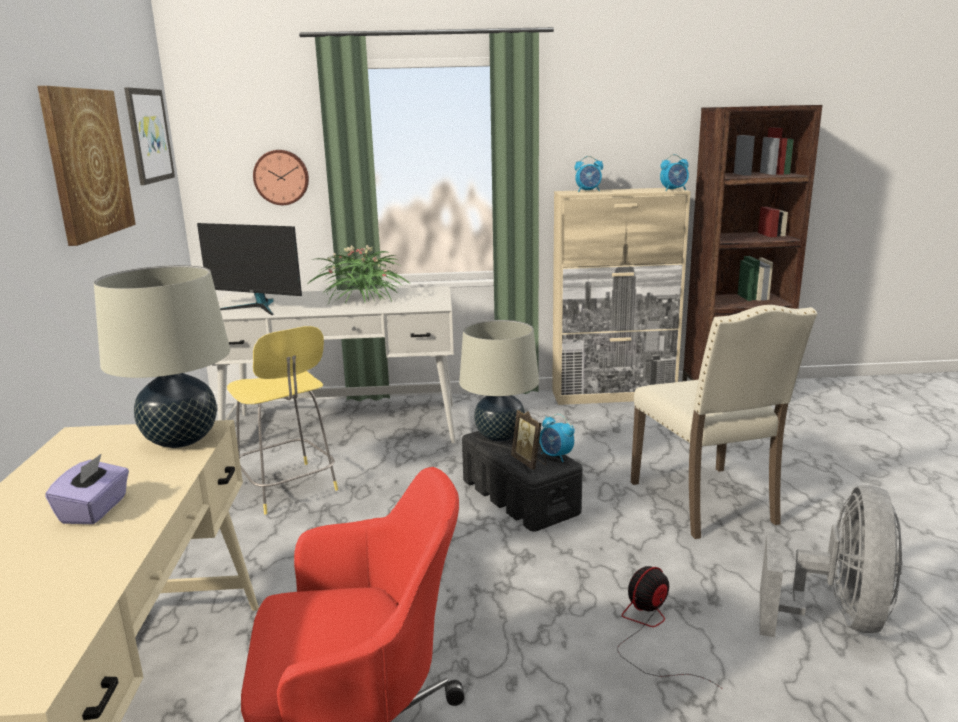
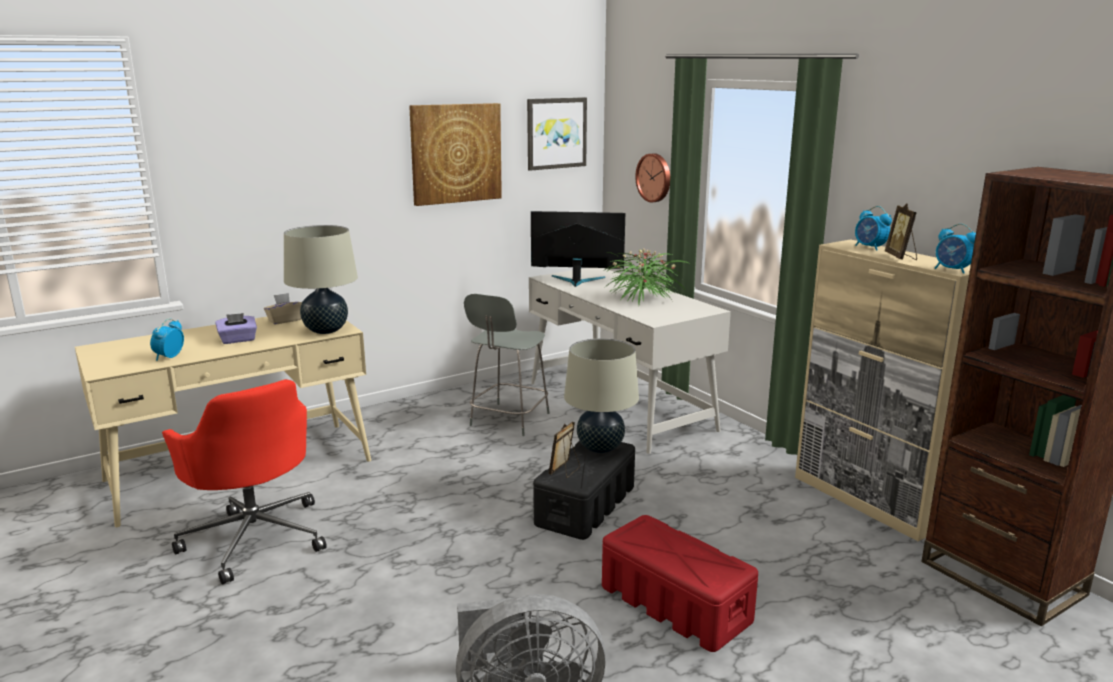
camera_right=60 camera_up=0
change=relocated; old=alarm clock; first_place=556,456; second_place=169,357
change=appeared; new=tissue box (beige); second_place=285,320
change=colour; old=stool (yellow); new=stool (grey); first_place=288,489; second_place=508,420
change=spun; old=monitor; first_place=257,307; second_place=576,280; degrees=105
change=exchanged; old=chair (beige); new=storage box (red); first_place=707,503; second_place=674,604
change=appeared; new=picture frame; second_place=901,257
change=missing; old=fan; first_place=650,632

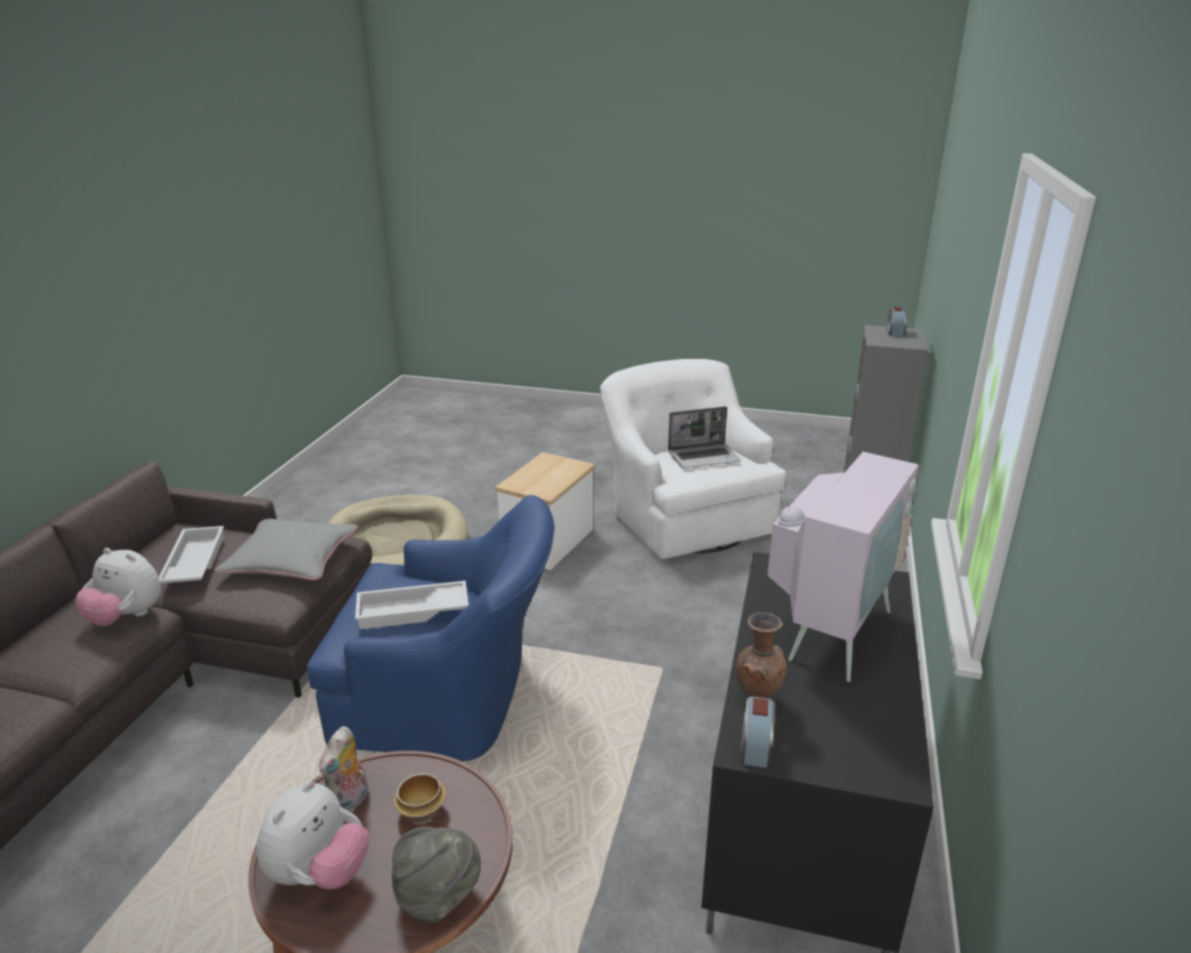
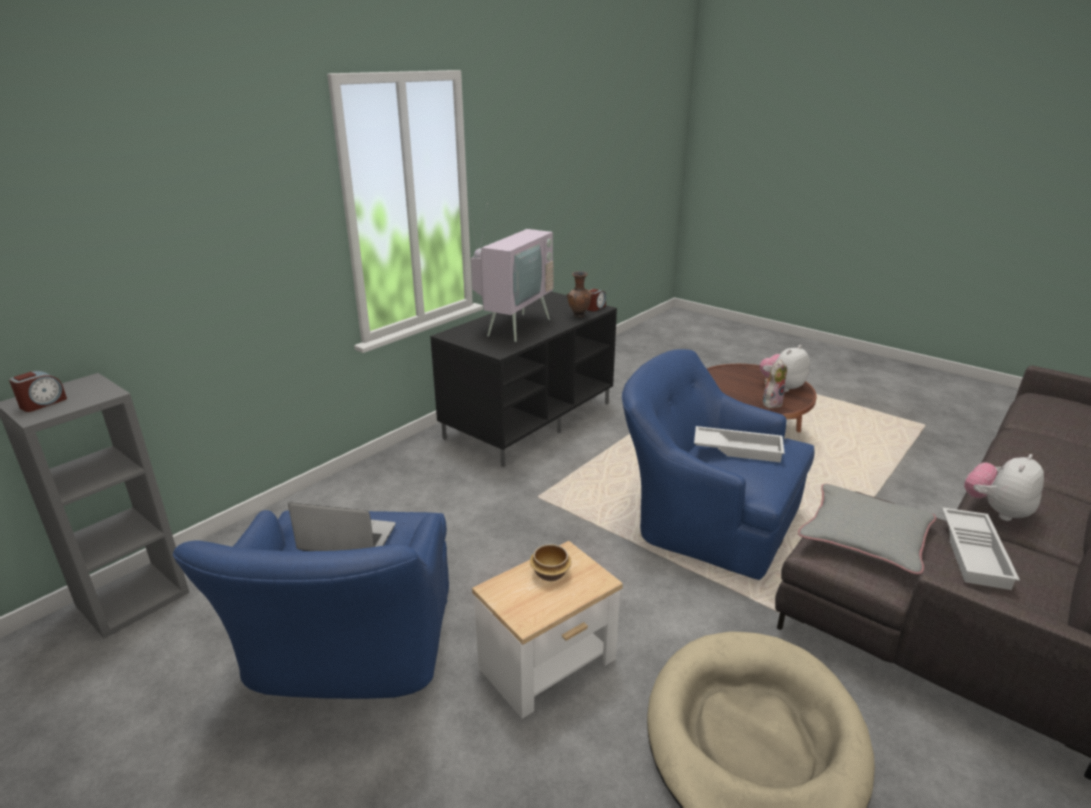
camera_right=-155 camera_up=0
change=colour; old=armchair (white); new=armchair (blue); first_place=685,517; second_place=348,652
change=spun; old=television; first_place=829,630; second_place=513,326; degrees=150
change=relocated; old=bowl; first_place=421,812; second_place=550,573
change=spun; old=plush toy; first_place=127,617; second_place=996,511; degrees=-90
change=missing; old=hat (grey); first_place=438,896

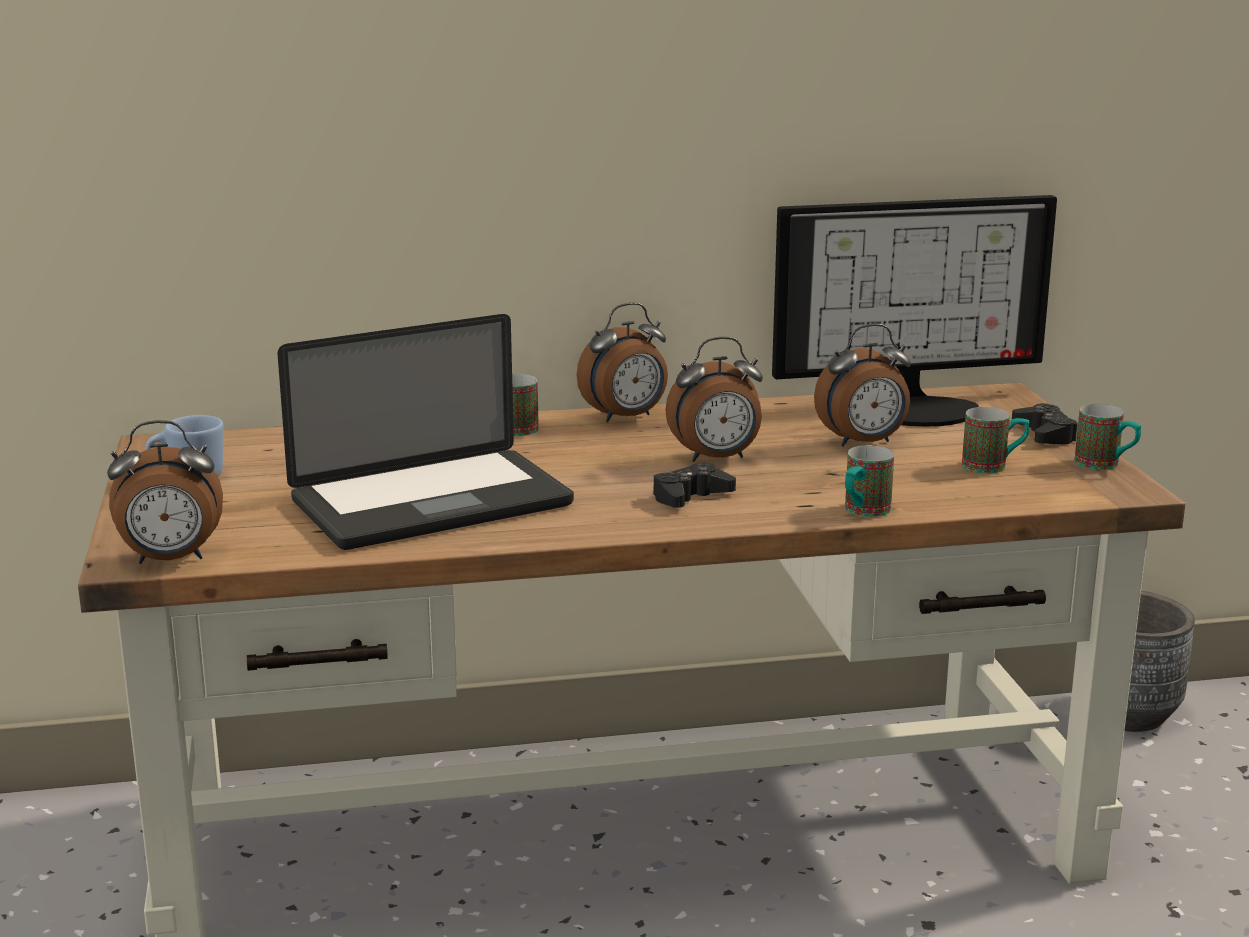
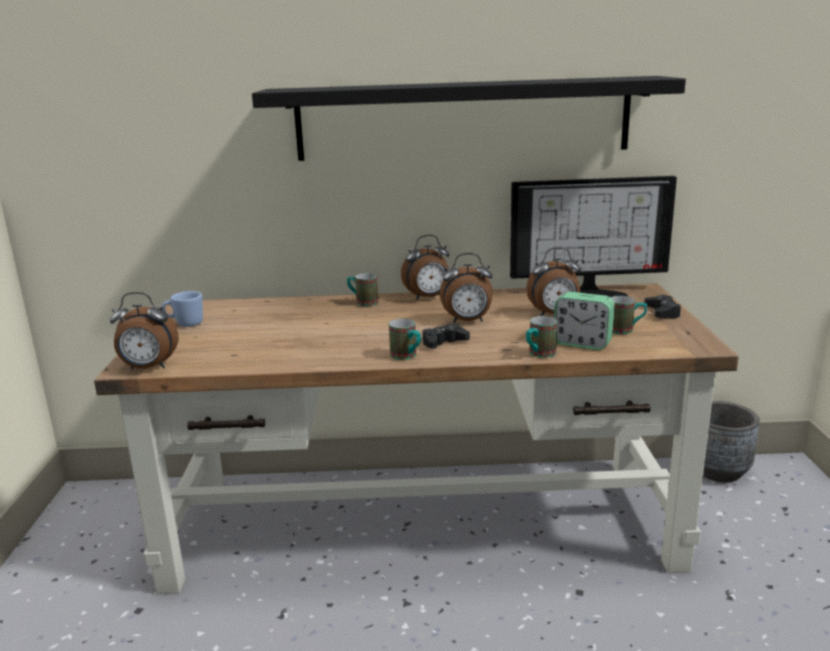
camera_right=10 camera_up=0
change=appeared; new=shelf (black); second_place=462,119
change=relocated; old=mug; first_place=1105,465; second_place=407,356
change=appeared; new=alarm clock; second_place=582,343
change=missing; old=laptop; first_place=431,503

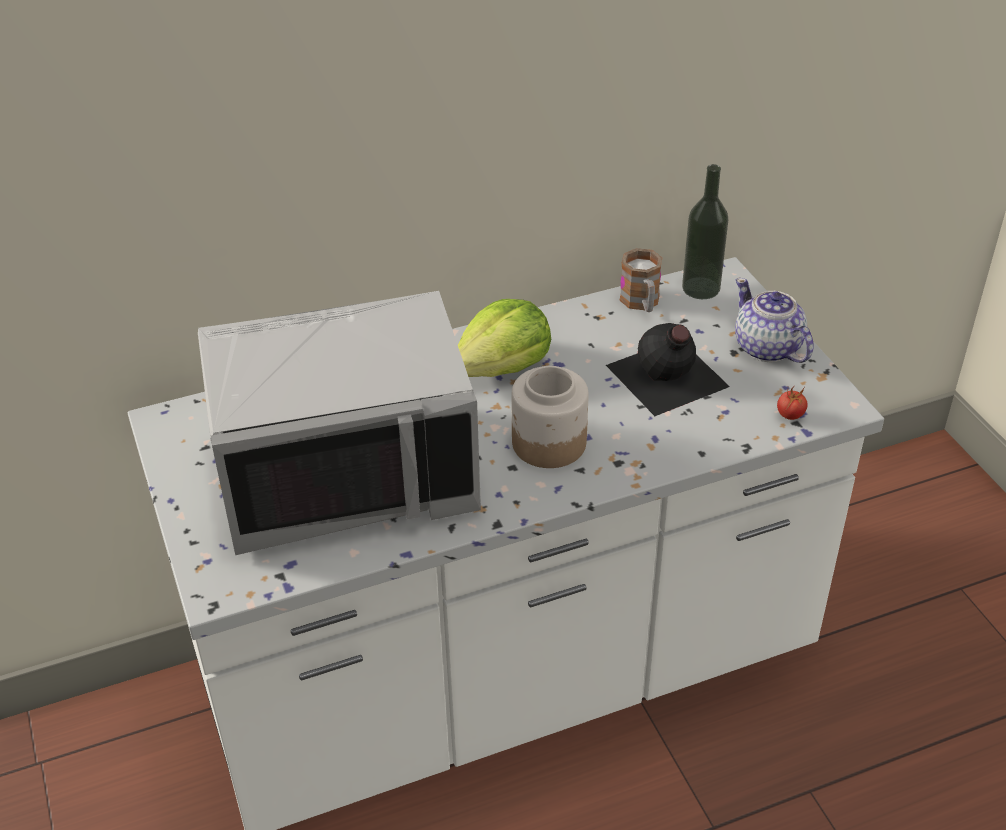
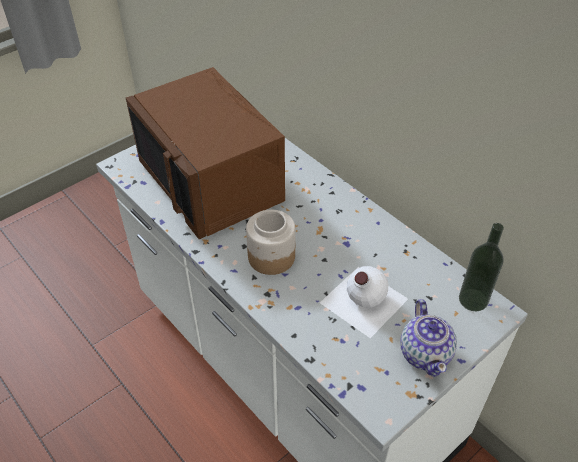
camera_right=70 camera_up=5
change=colour; old=microwave (grey); new=microwave (brown); first_place=347,474; second_place=213,182
change=colour; old=bottle (black); new=bottle (white); first_place=666,377; second_place=362,300
change=spun; old=teapot; first_place=767,348; second_place=425,353; degrees=135
change=missing; old=lettuce; first_place=503,366
change=missing; old=mug; first_place=641,303
change=missing; old=tomato; first_place=790,415

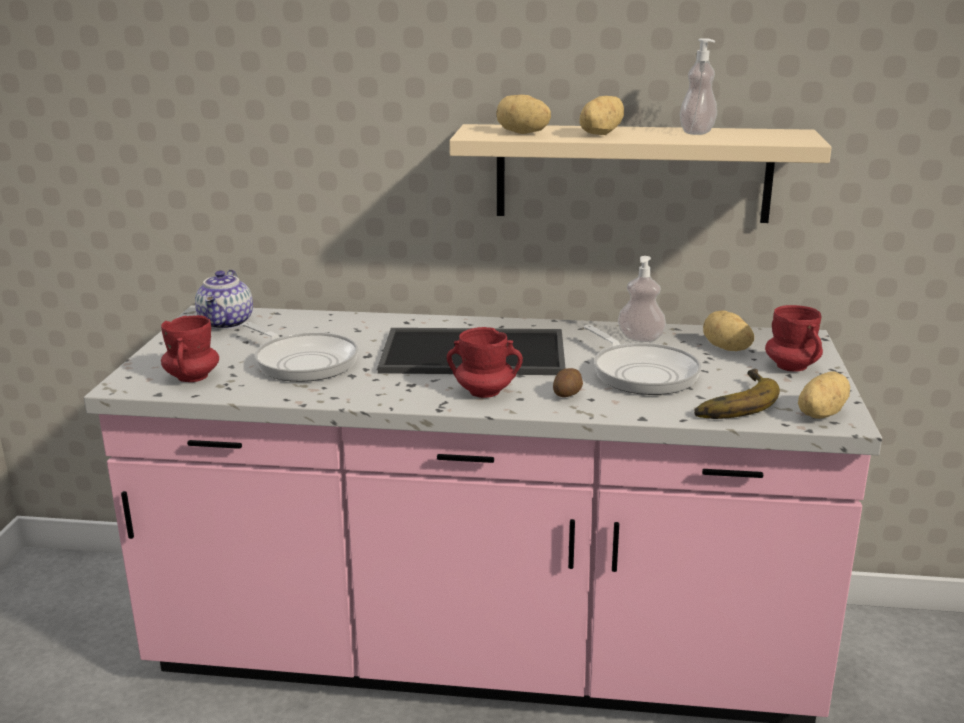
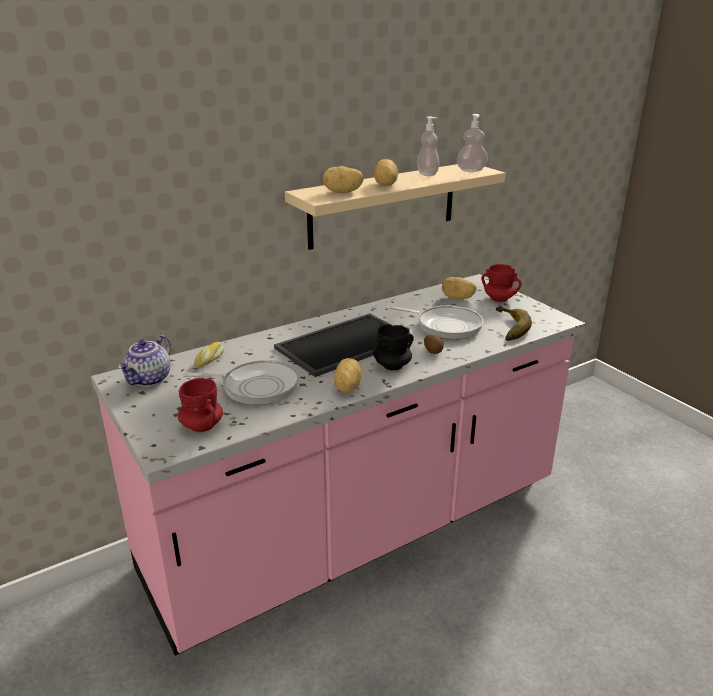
camera_right=-40 camera_up=5
change=spun; old=teapot; first_place=227,323; second_place=150,379; degrees=60
change=appeared; new=bread; second_place=210,359
change=relocated; old=potato; first_place=819,414; second_place=346,387
change=colour; old=mug (red); new=mug (black); first_place=484,392; second_place=392,365
change=relocated; old=soap dispenser; first_place=640,338; second_place=471,170

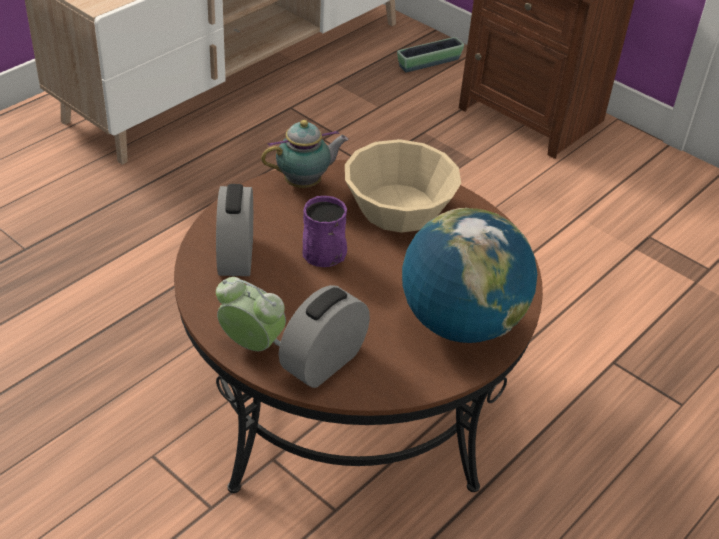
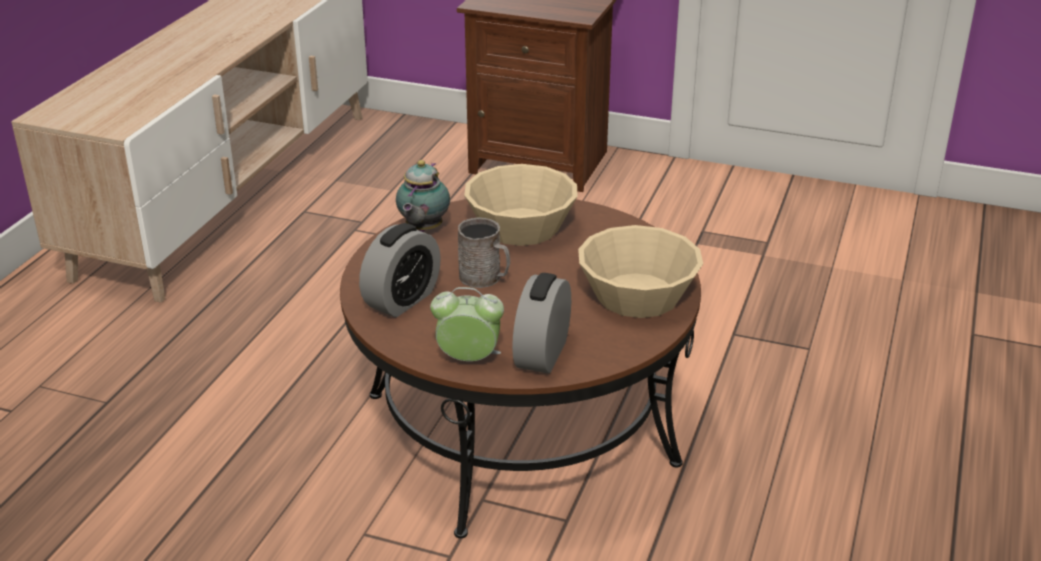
camera_right=-20 camera_up=-10
change=spun; old=alarm clock; first_place=236,257; second_place=402,300; degrees=-120
change=spun; old=teapot; first_place=305,183; second_place=422,229; degrees=150
change=colour; old=mug (purple); new=mug (grey); first_place=327,257; second_place=485,278
change=exchanged; old=globe; new=bowl (beige); first_place=460,323; second_place=637,294
change=missing; old=planter; first_place=429,63

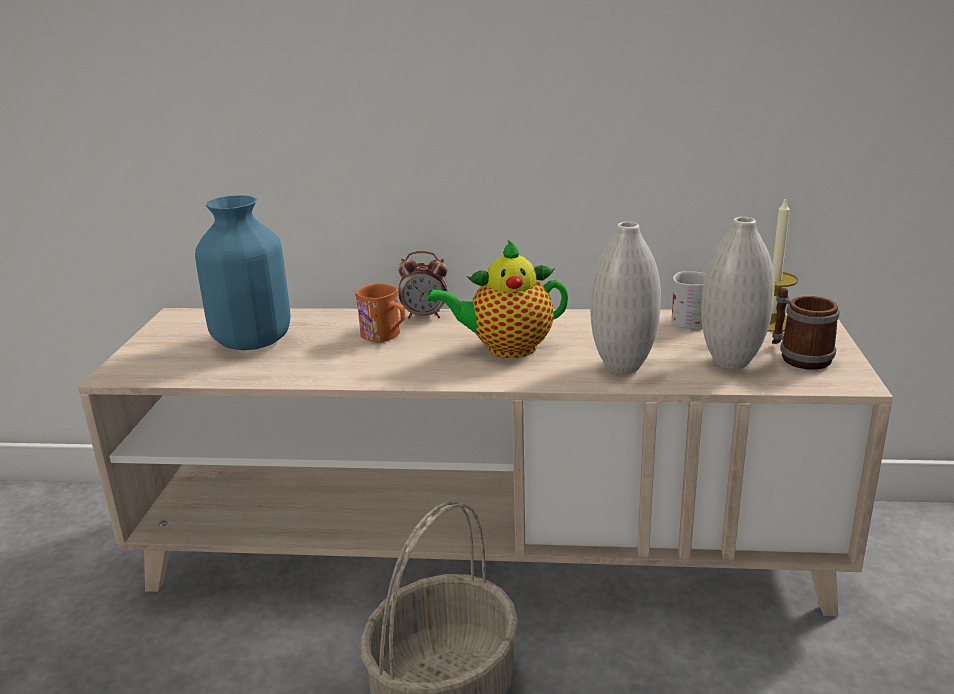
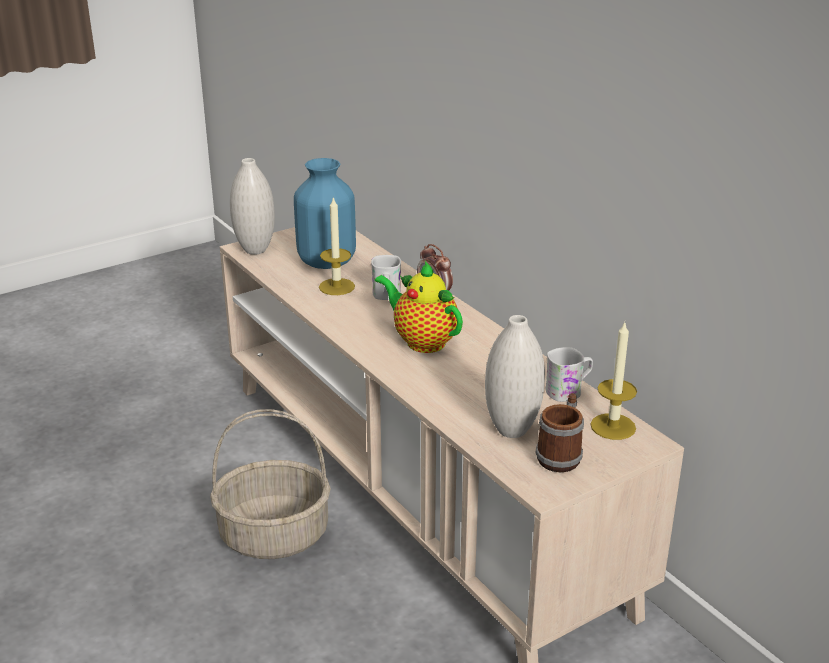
camera_right=50 camera_up=5
change=relocated; old=vase (white); first_place=622,367; second_place=255,250
change=appeared; new=candle; second_place=336,287
change=colour; old=mug (orange); new=mug (white); first_place=385,336; second_place=386,296

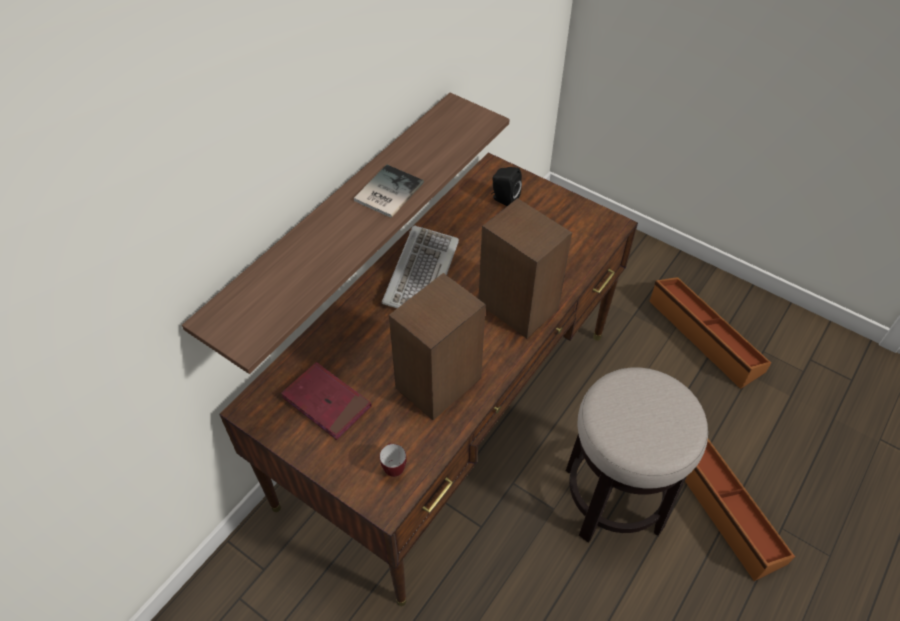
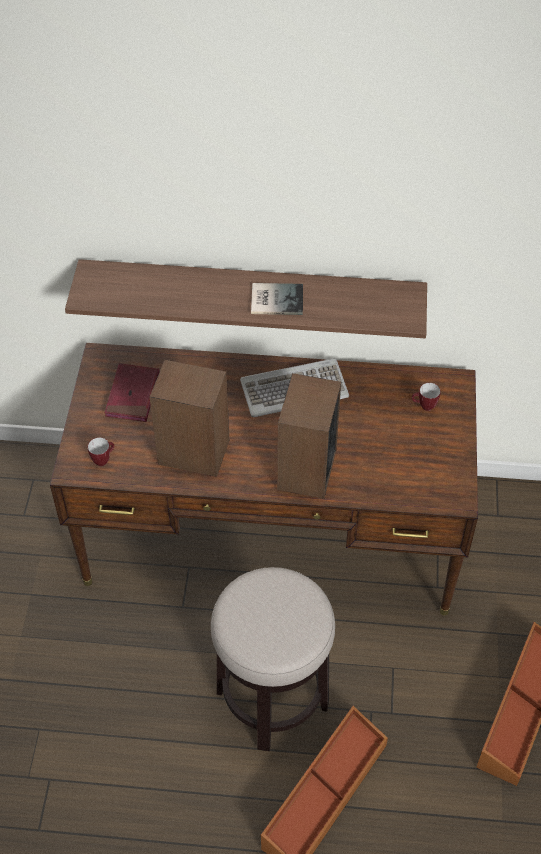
camera_right=60 camera_up=0
change=exchanged; old=speaker (black); new=mug; first_place=504,199; second_place=424,406

